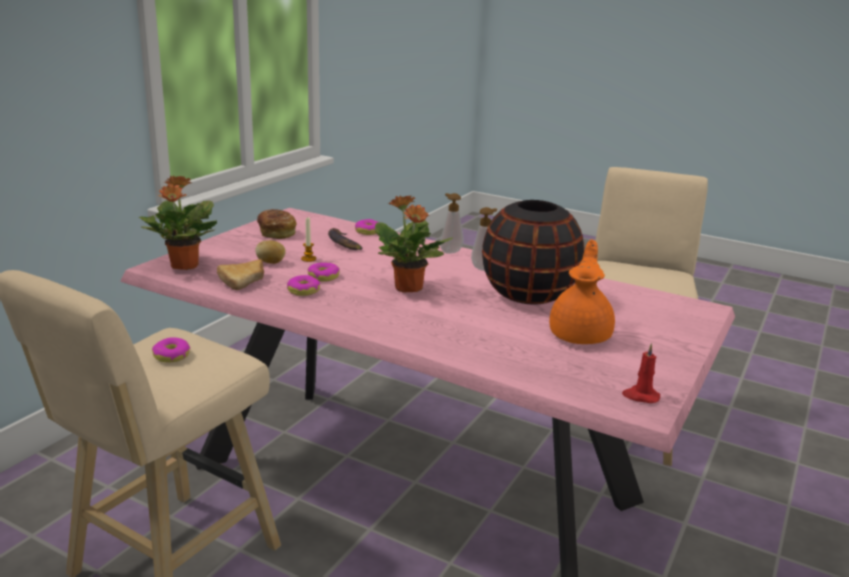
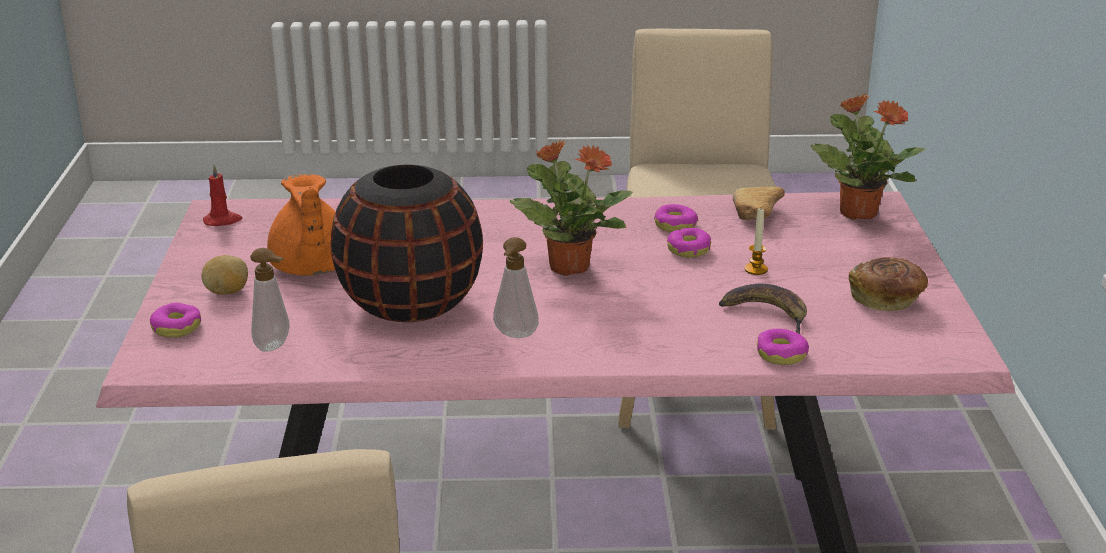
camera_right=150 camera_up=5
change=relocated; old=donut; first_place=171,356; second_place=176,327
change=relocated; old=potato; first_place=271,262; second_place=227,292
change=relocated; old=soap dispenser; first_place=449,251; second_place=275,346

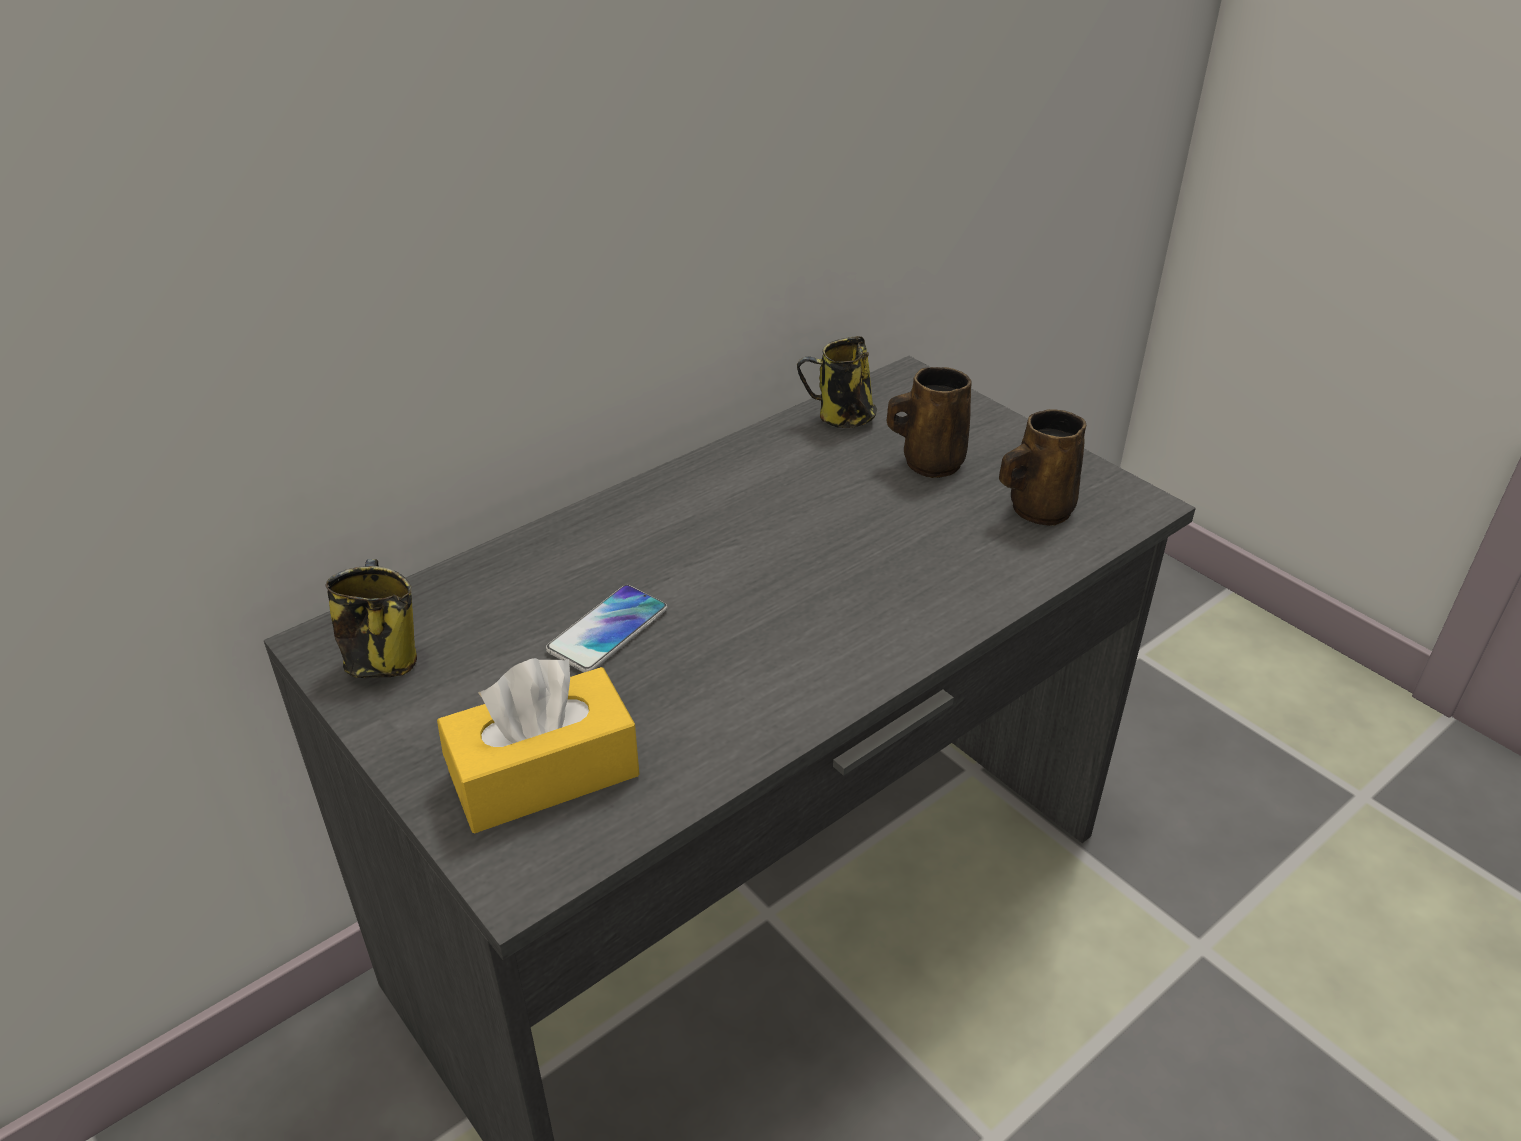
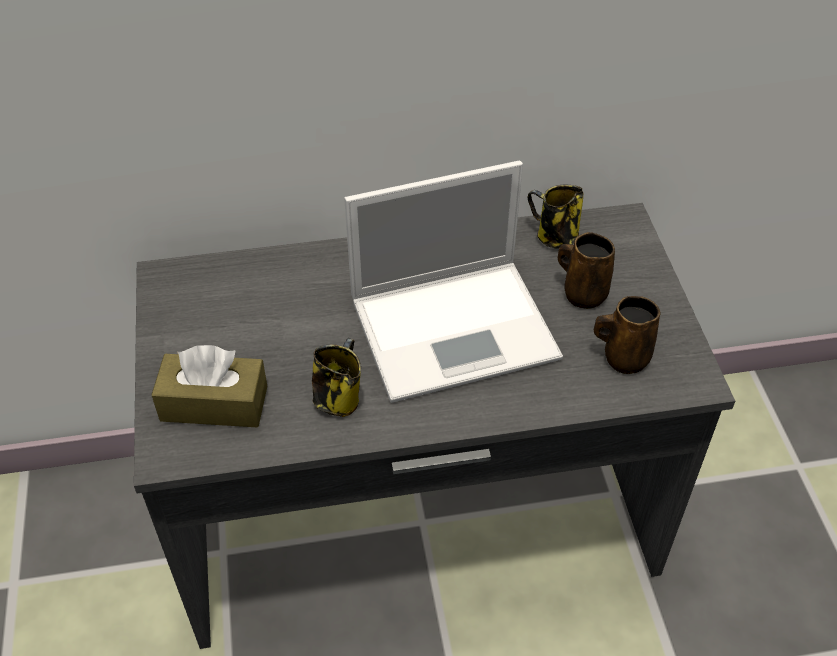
camera_right=30 camera_up=10
change=colour; old=tissue box (yellow); new=tissue box (brown); first_place=544,773; second_place=214,403
change=relocated; old=mug; first_place=382,657; second_place=339,397
change=appeared; new=laptop; second_place=457,327
change=missing; old=phone; first_place=608,630

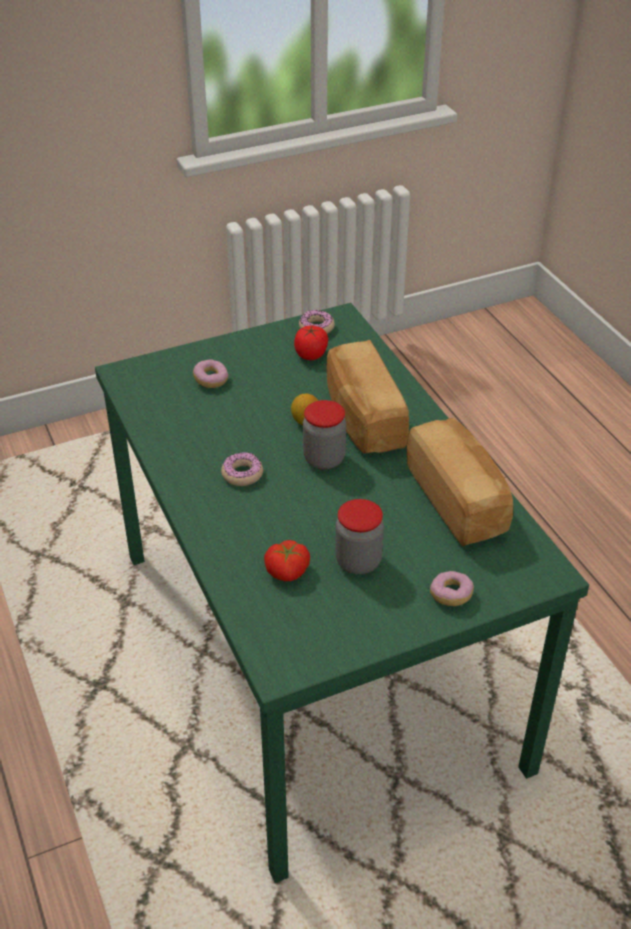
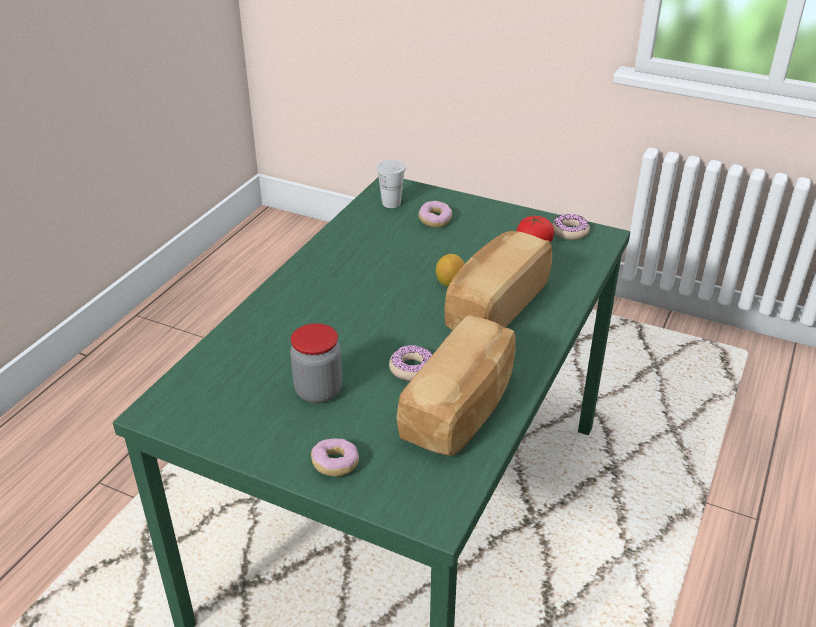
camera_right=50 camera_up=-5
change=appeared; new=cup (white); second_place=391,203
change=relocated; old=donut; first_place=242,474; second_place=411,368
change=missing; old=tomato; first_place=288,571
change=missing; old=jar; first_place=324,459

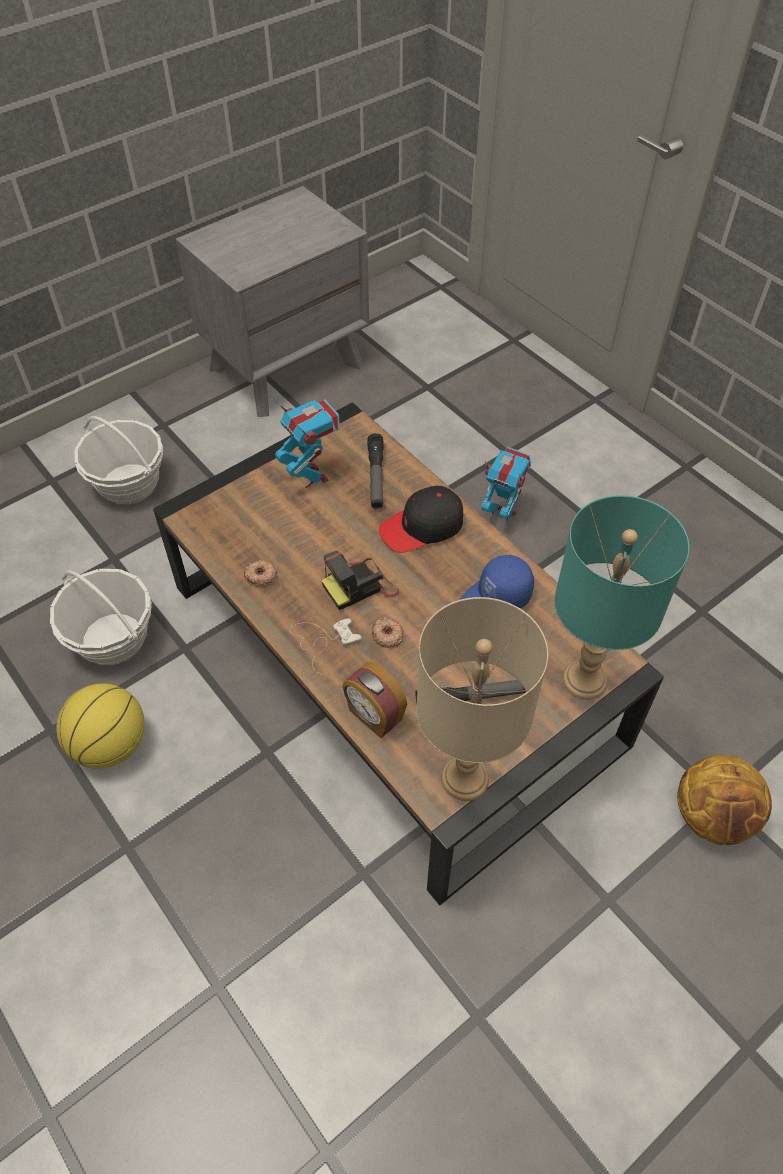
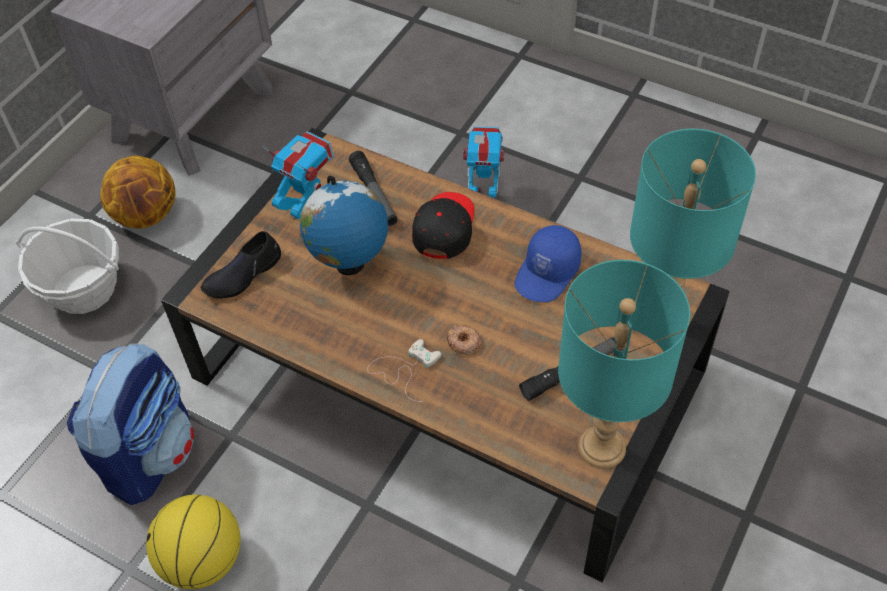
camera_right=-20 camera_up=0
change=exchanged; old=basket; new=backpack; first_place=113,639; second_place=150,453
change=relocated; old=basketball; first_place=713,817; second_place=147,215
change=appeared; new=shoe (black); second_place=243,275
change=appeared; new=globe; second_place=350,265
change=spun; old=cap (black); first_place=422,527; second_place=444,228; degrees=150
change=colour; old=table lamp (beige); new=table lamp (turquoise); first_place=465,778; second_place=602,447
change=missing; old=donut; first_place=261,576
change=missing; old=photo camera; first_place=360,586
change=missing; old=alarm clock; first_place=374,716

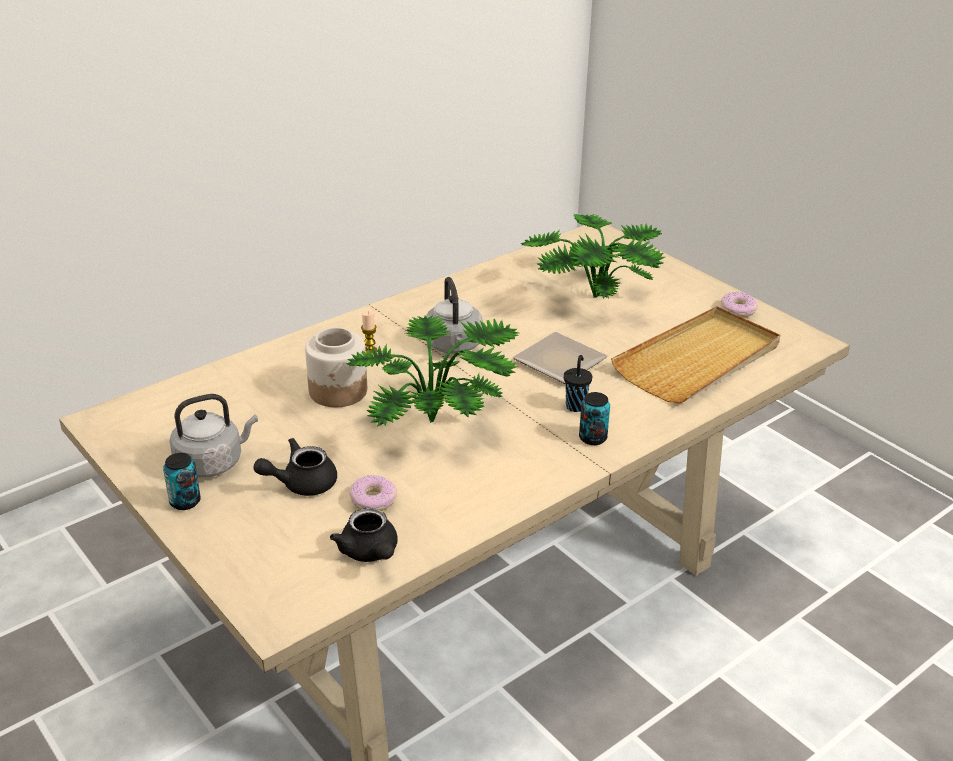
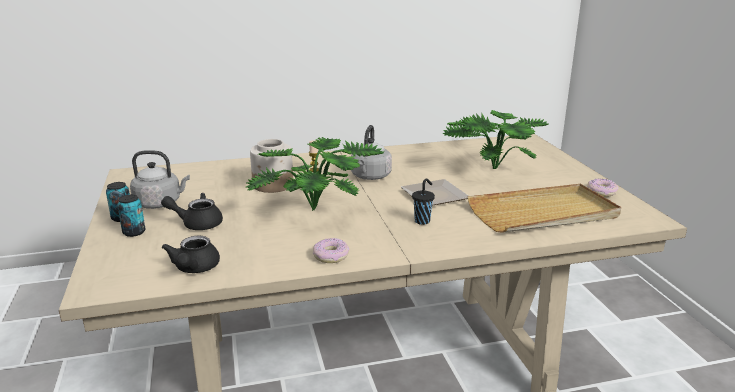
camera_right=25 camera_up=-10
change=relocated; old=can; first_place=592,438; second_place=134,232
change=relocated; old=donut; first_place=373,500; second_place=331,256

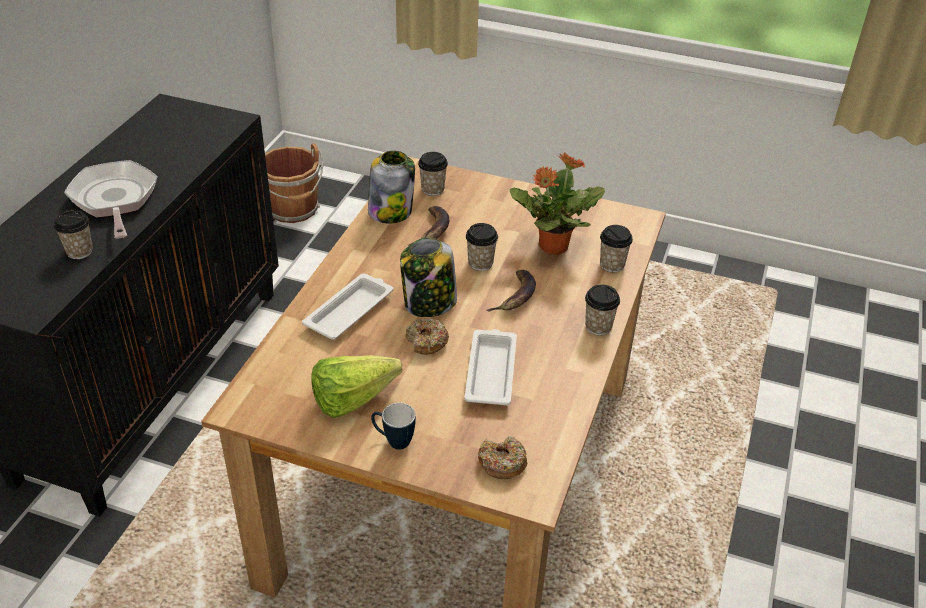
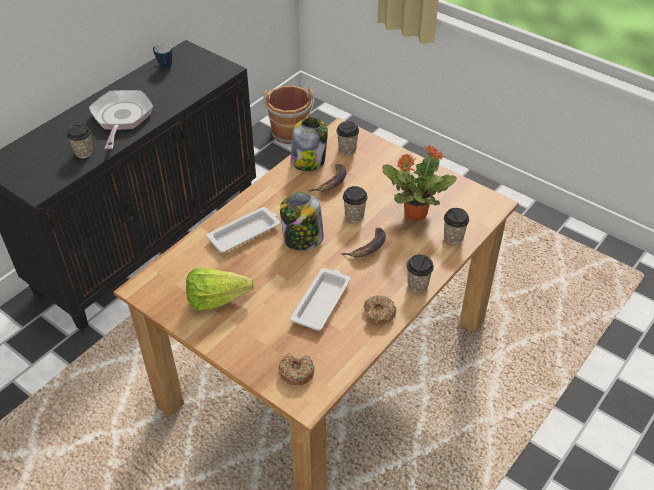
camera_right=20 camera_up=5
change=relocated; old=mug; first_place=393,441; second_place=163,65
change=relocated; old=donut; first_place=426,342; second_place=379,314

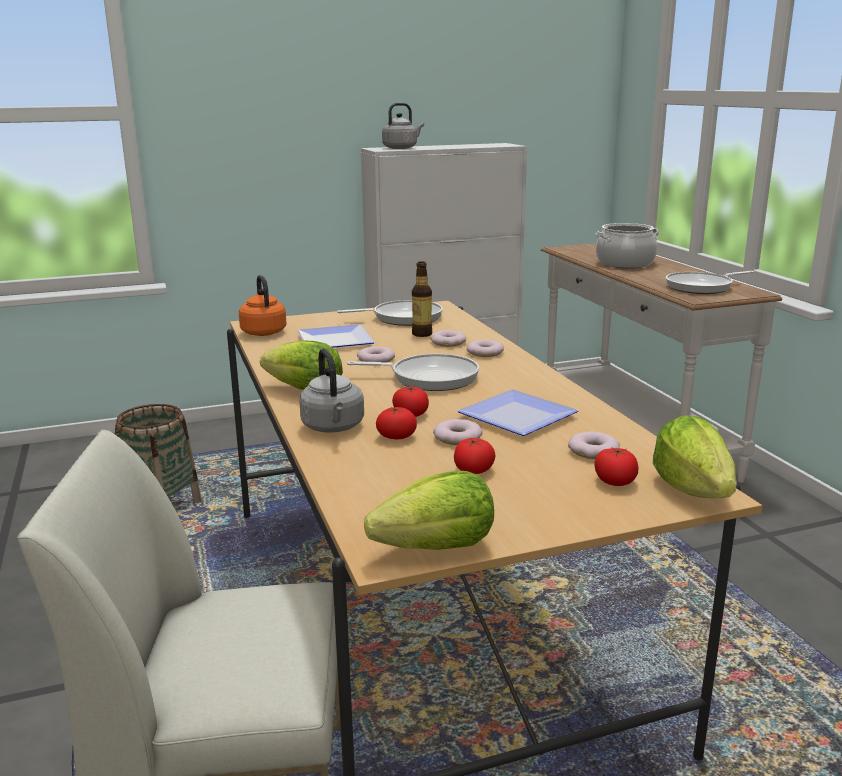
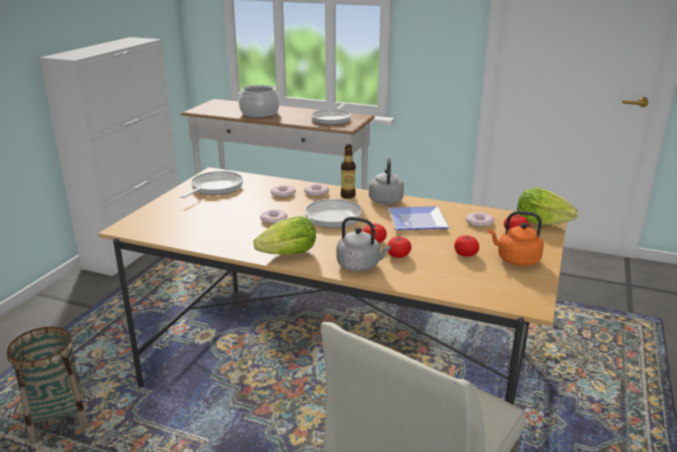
camera_right=-50 camera_up=5
change=relocated; old=bottle; first_place=422,334; second_place=348,196
change=relocated; old=kettle (grey); first_place=401,148; second_place=386,199
change=relocated; old=kettle (orange); first_place=263,332; second_place=515,260
change=missing; old=plate; first_place=332,340
change=missing; old=lettuce; first_place=437,548
change=missing; old=donut; first_place=457,437

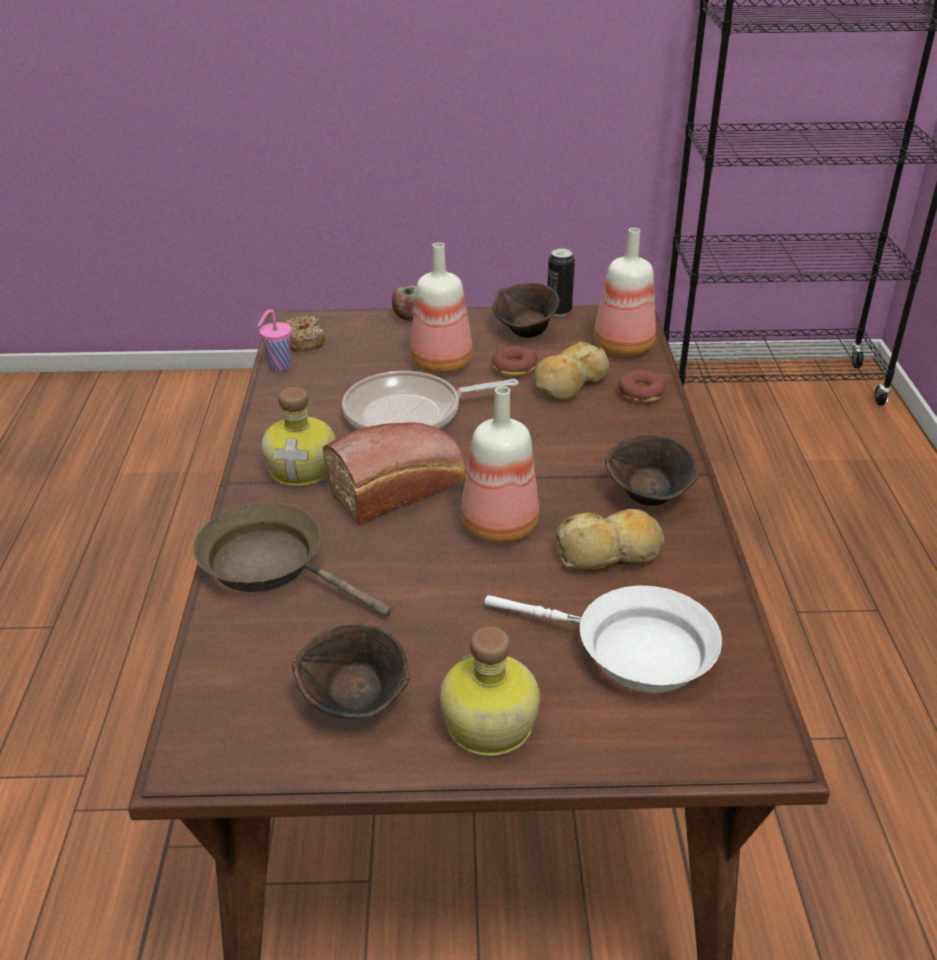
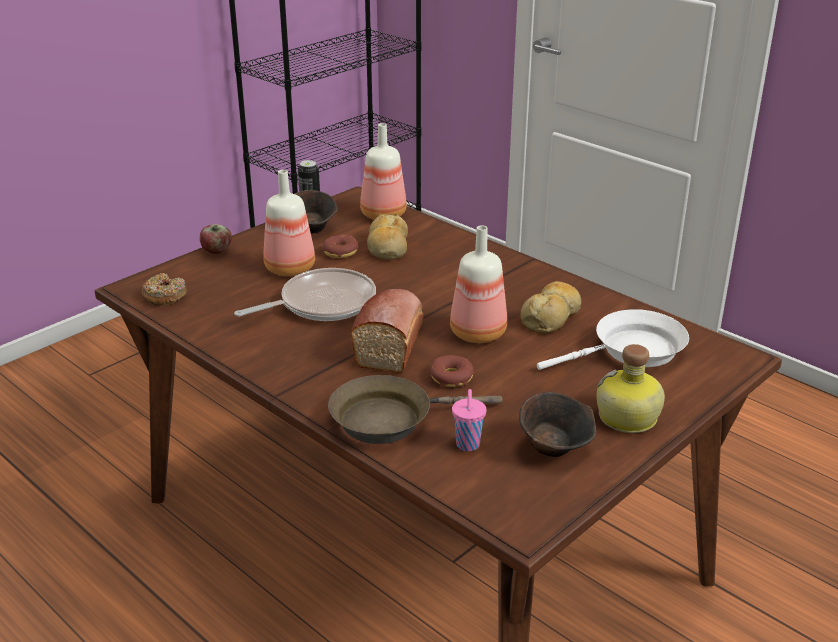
camera_right=-45 camera_up=-5
change=spun; old=frying pan; first_place=410,414; second_place=322,304; degrees=-150
change=relocated; old=donut; first_place=641,393; second_place=451,377
change=relocated; old=cup (pink); first_place=278,367; second_place=468,445
change=missing; old=bottle; first_place=304,468
change=missing; old=bowl (brown); first_place=649,497

